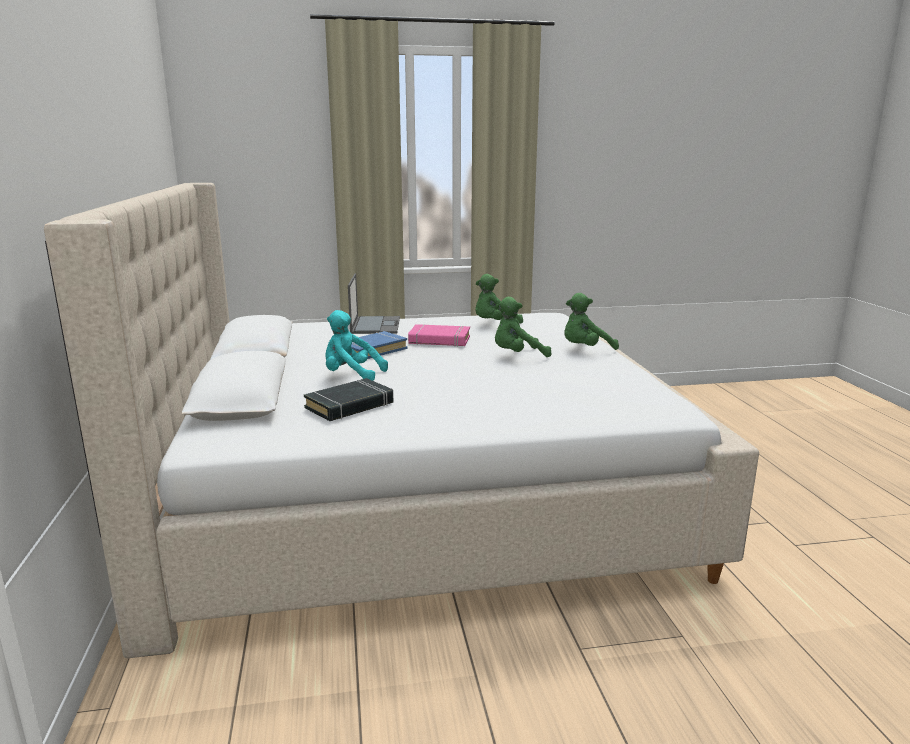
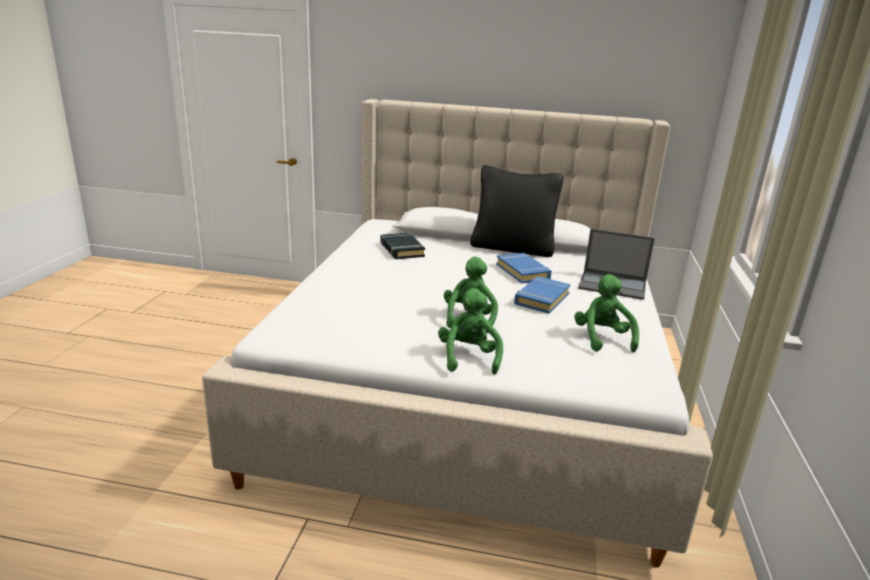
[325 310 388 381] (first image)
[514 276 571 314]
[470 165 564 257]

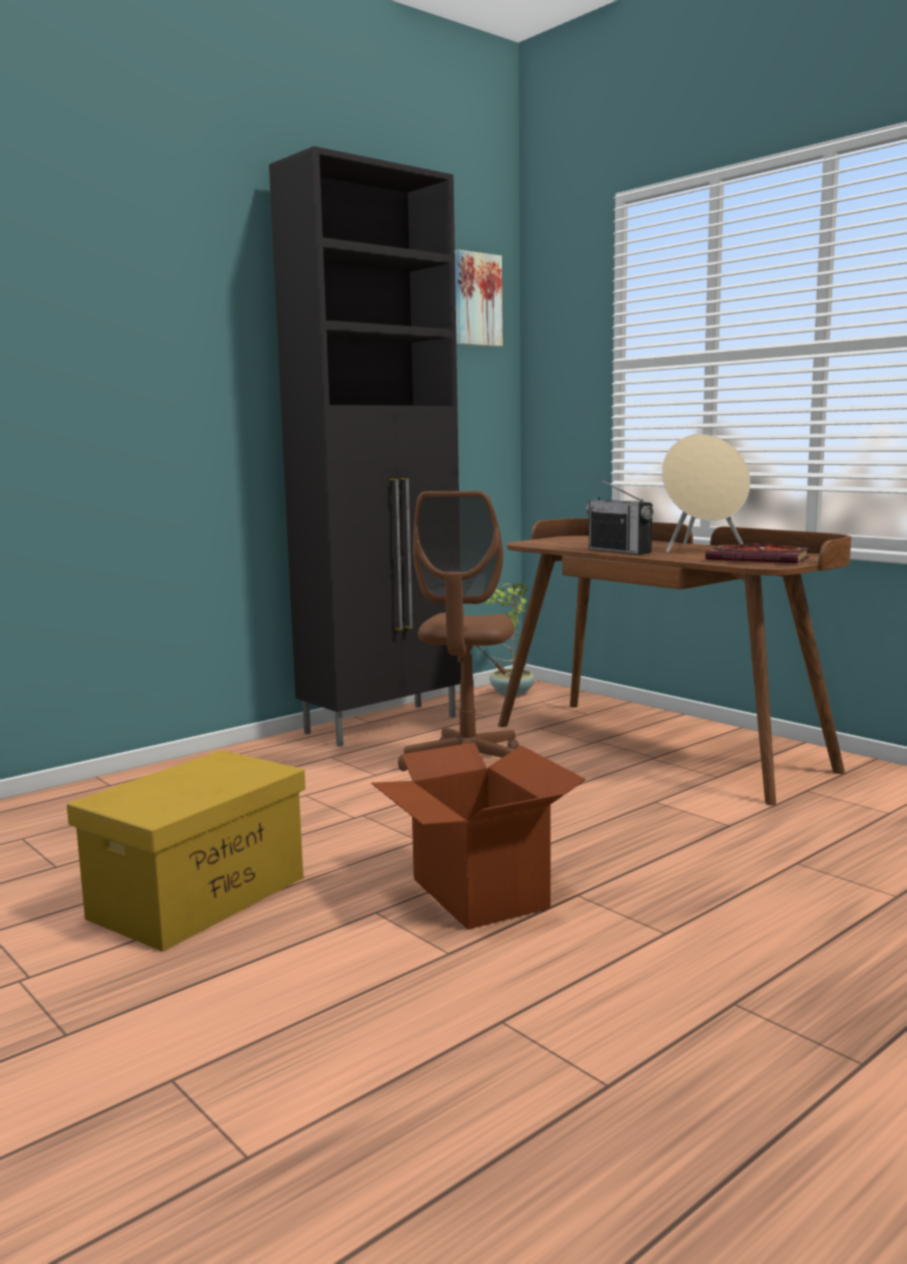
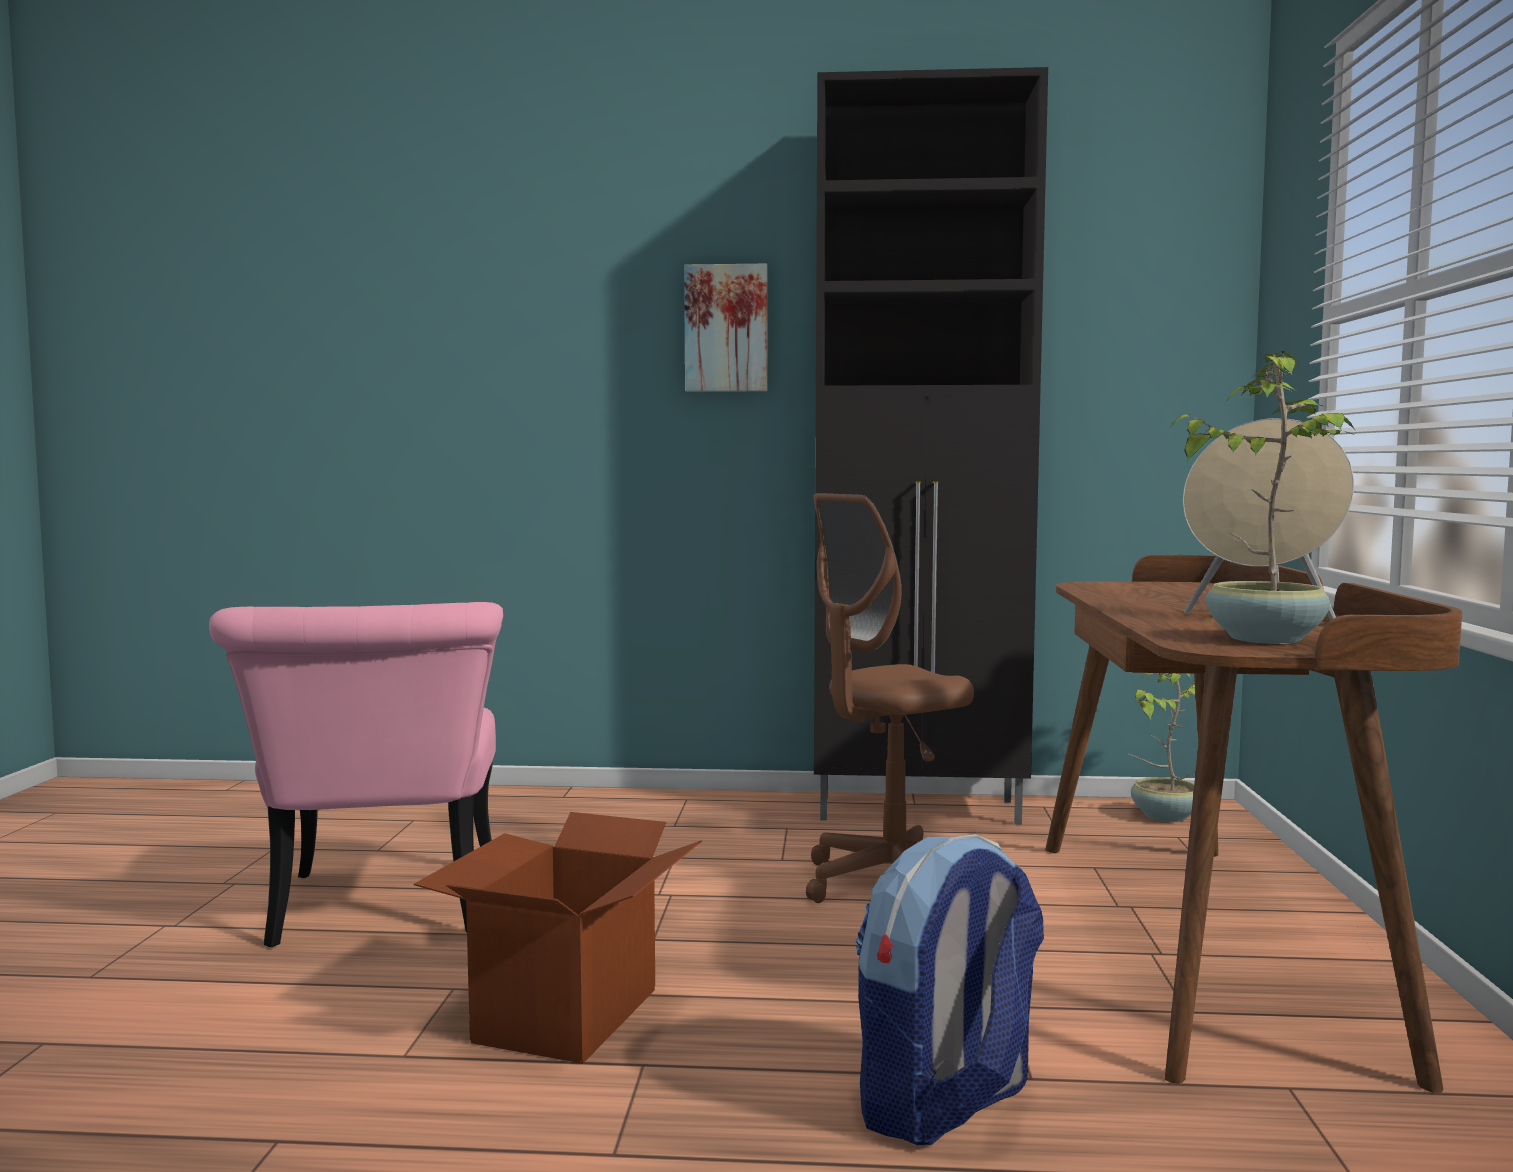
[684 264 768 392]
[586 479 653 555] (first image)
[1171 351 1355 644]
[209 602 503 947]
[856 834 1044 1145]

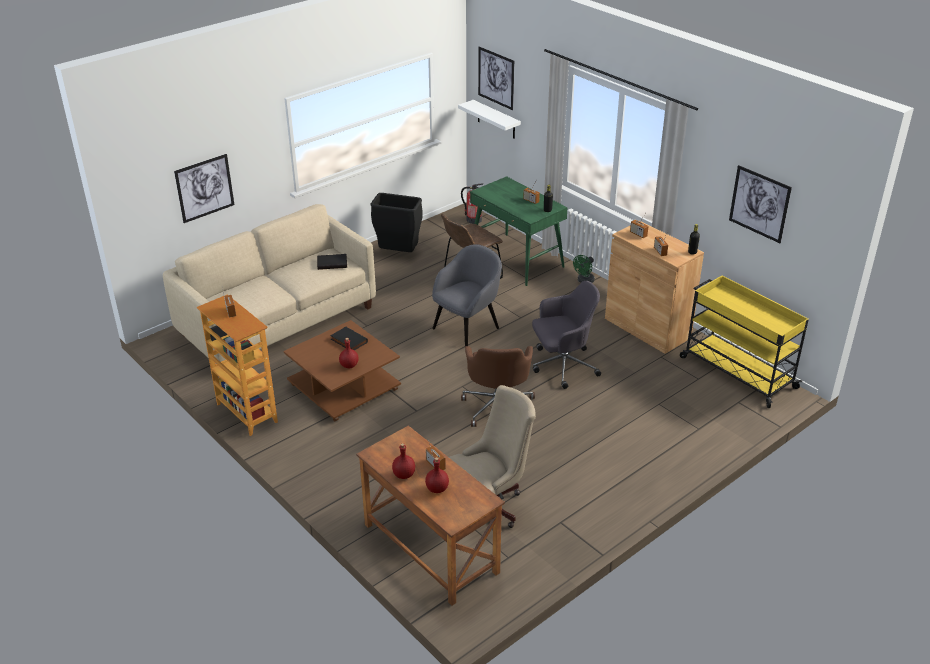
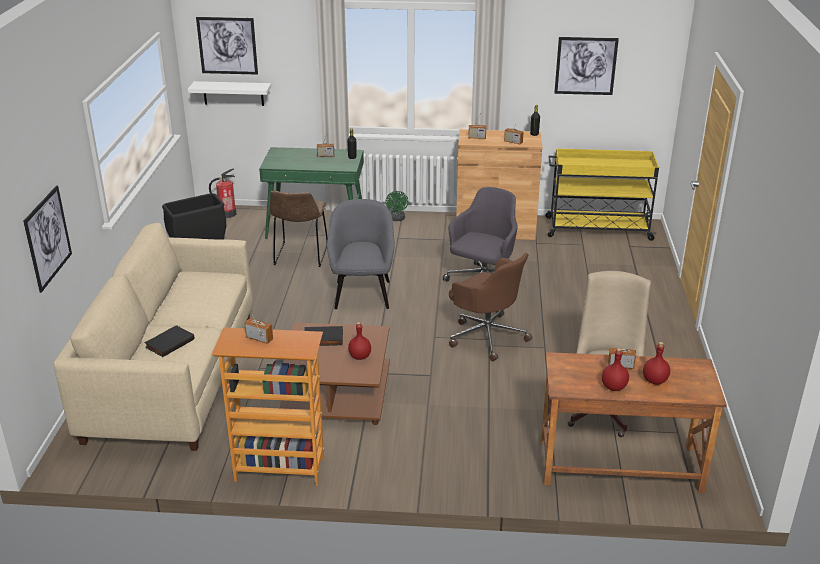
[144 325 194 357]

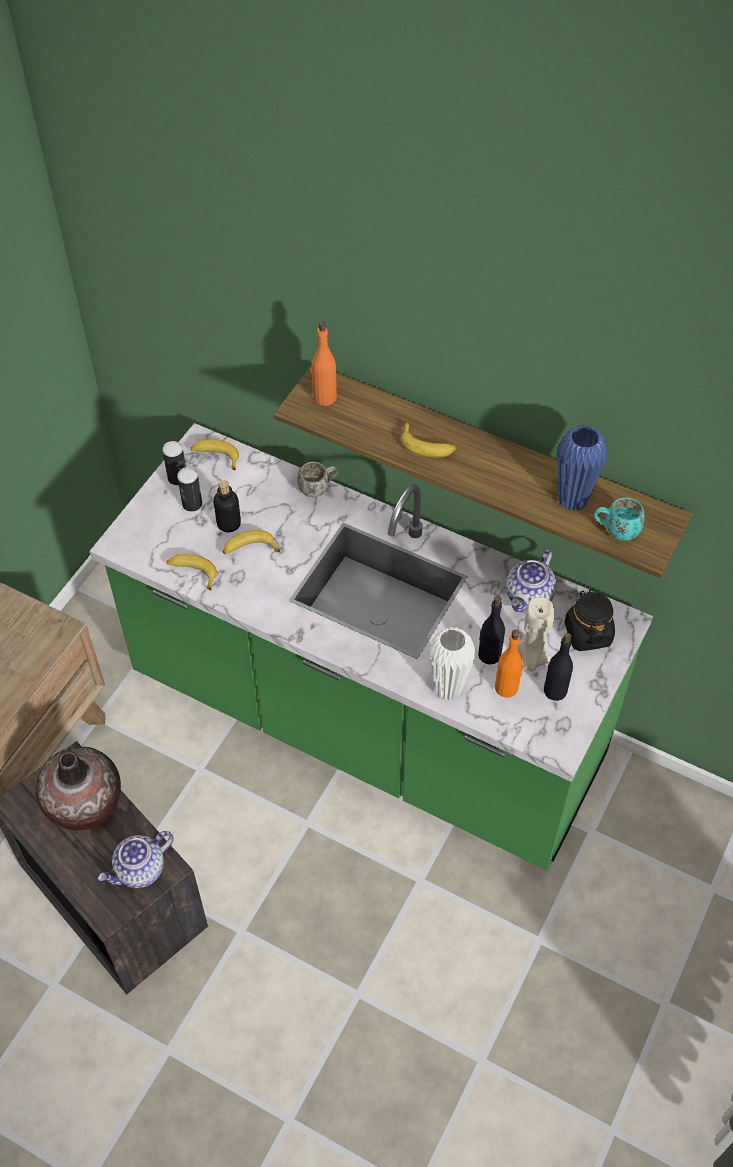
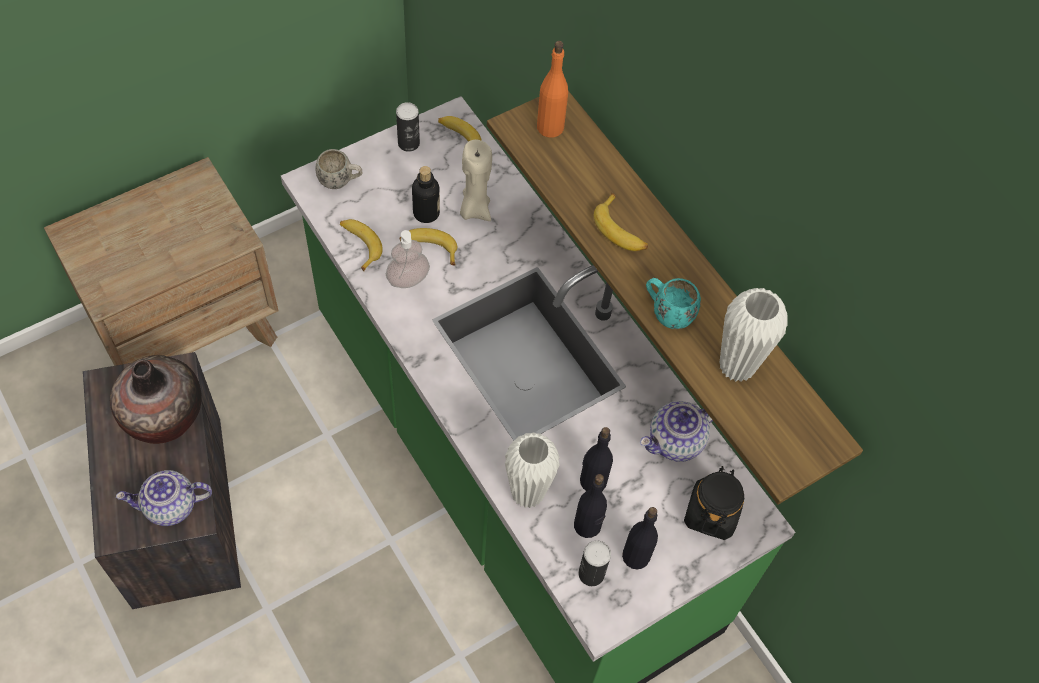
[719 288 788 382]
[315 149 363 189]
[578 541 611 586]
[646 278 701 329]
[460 140 492 221]
[574 474 607 538]
[386 230 430 288]

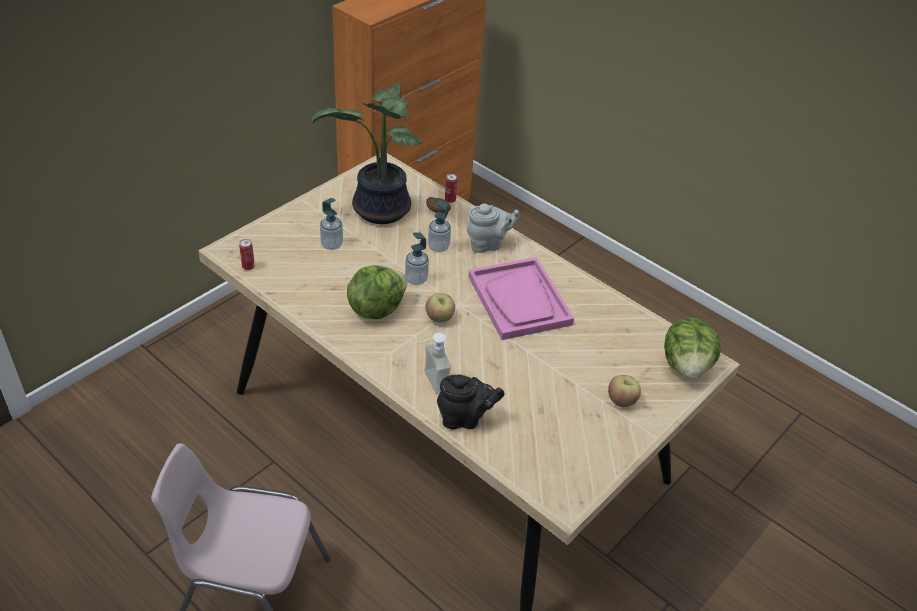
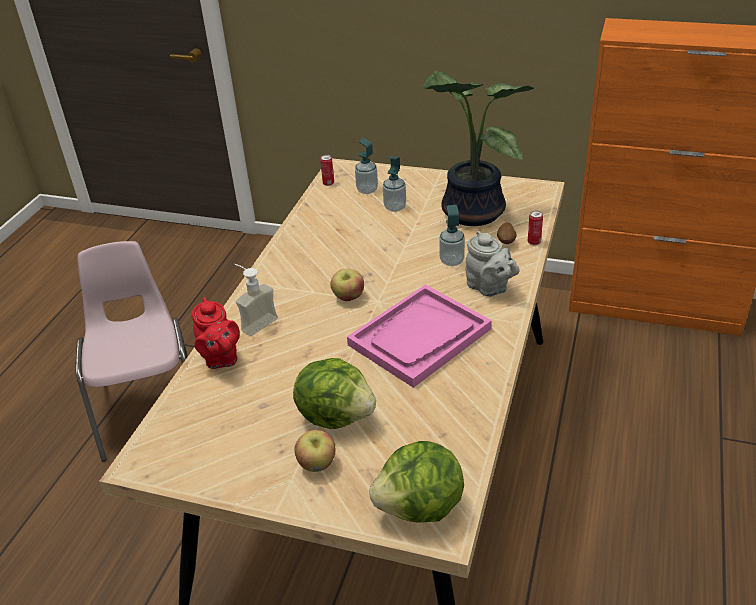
[355 138 378 194]
[293 358 376 429]
[192 297 240 369]

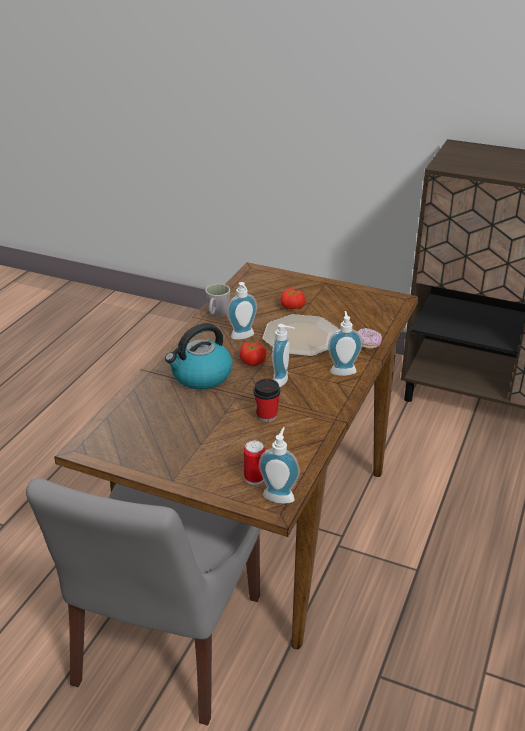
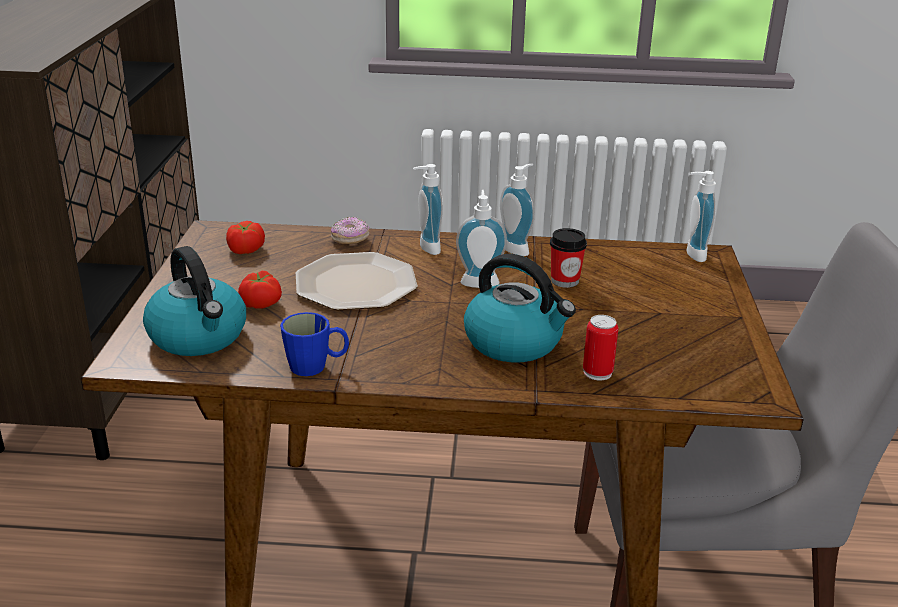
[500 164 535 256]
[280 312 349 376]
[226 221 265 254]
[583 315 618 381]
[143 246 246 356]

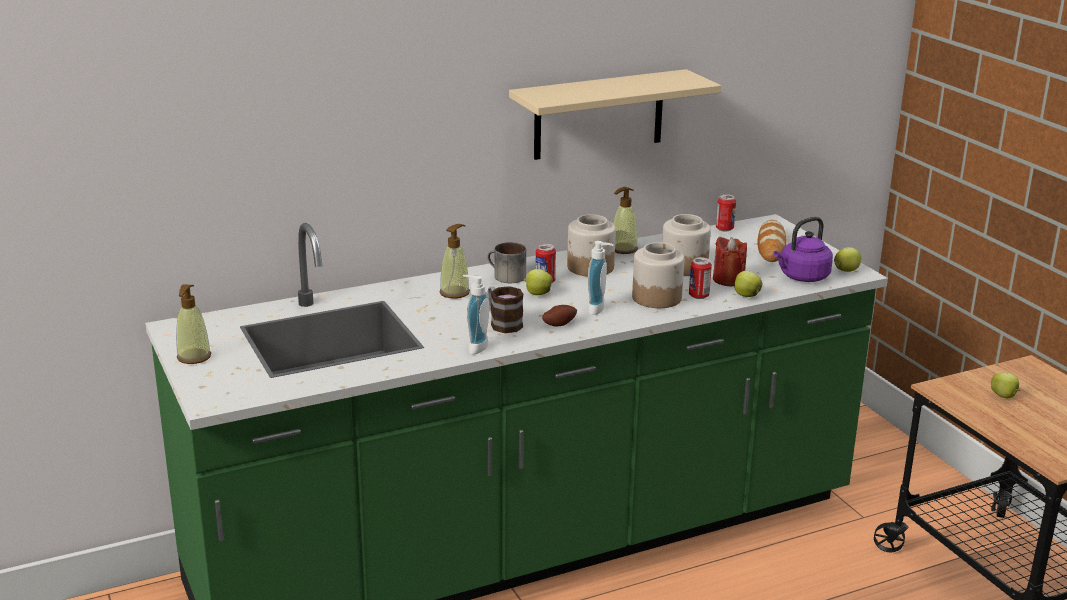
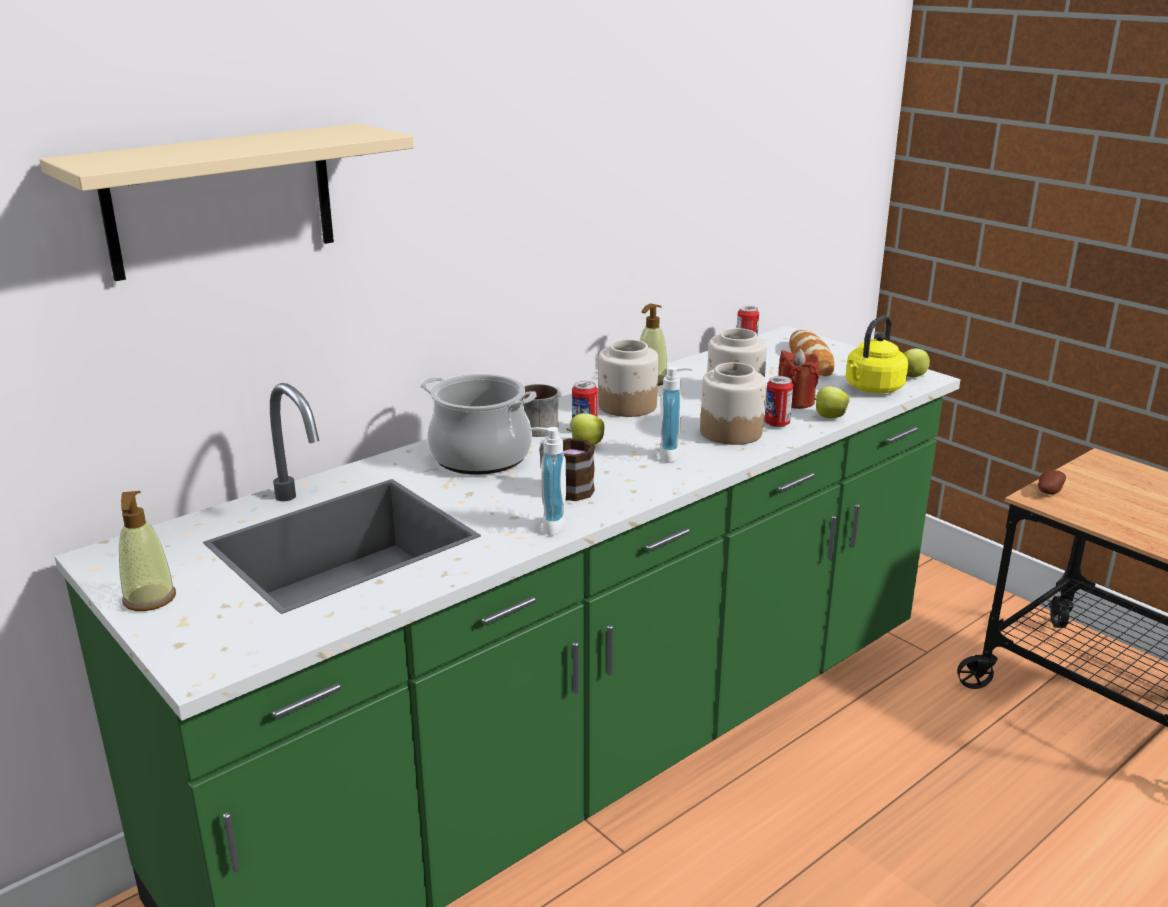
[40 123 414 281]
[846 315 908 393]
[420 374 536 475]
[1038 470 1066 495]
[991 373 1020 398] (first image)

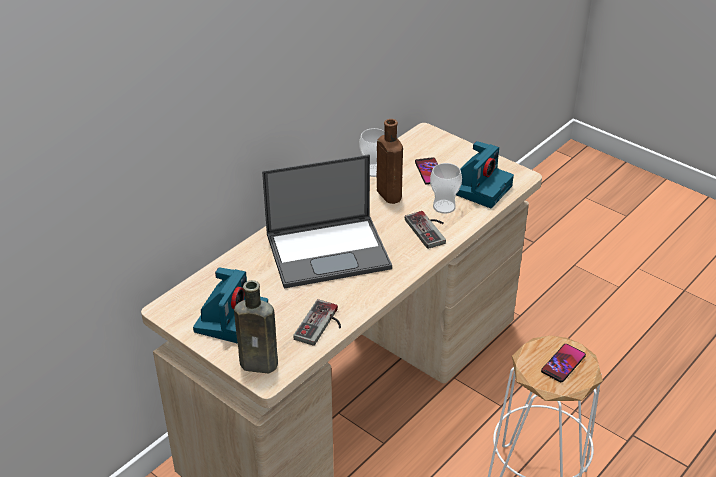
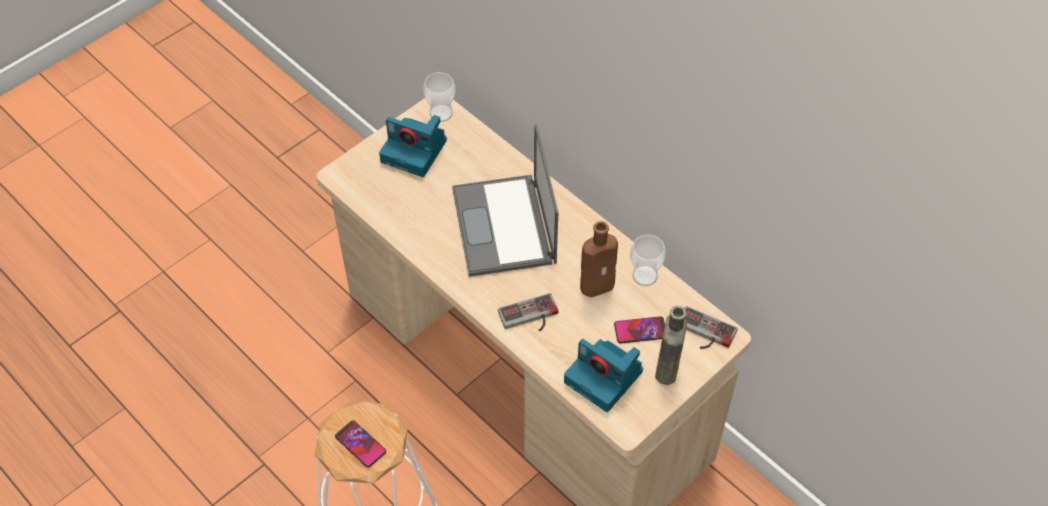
[423 72 456 122]
[655 306 687 385]
[684 306 738 349]

